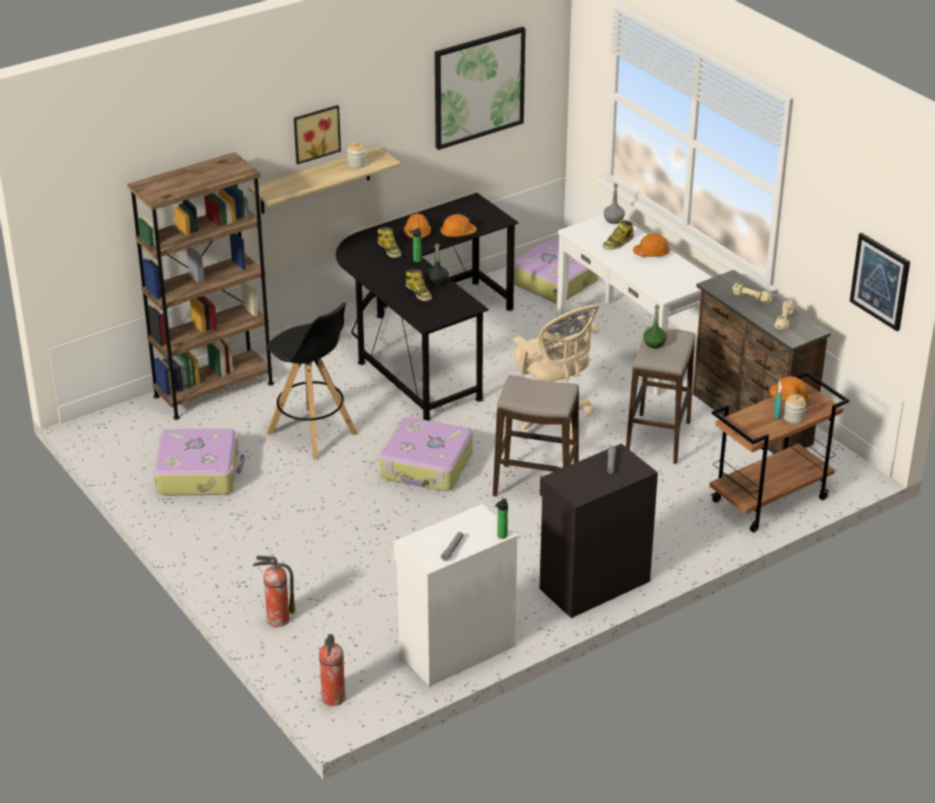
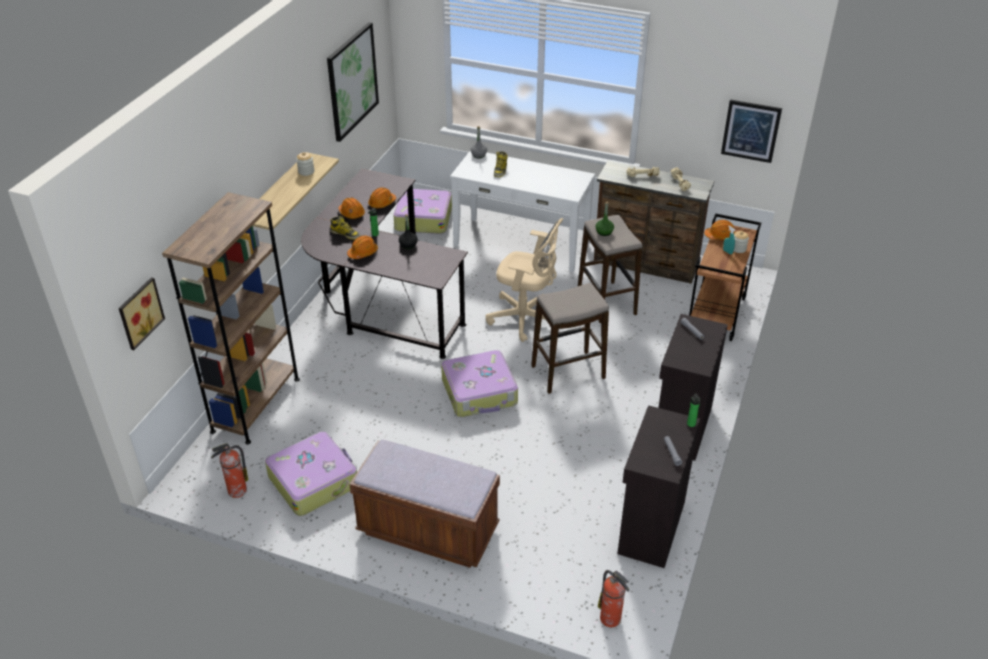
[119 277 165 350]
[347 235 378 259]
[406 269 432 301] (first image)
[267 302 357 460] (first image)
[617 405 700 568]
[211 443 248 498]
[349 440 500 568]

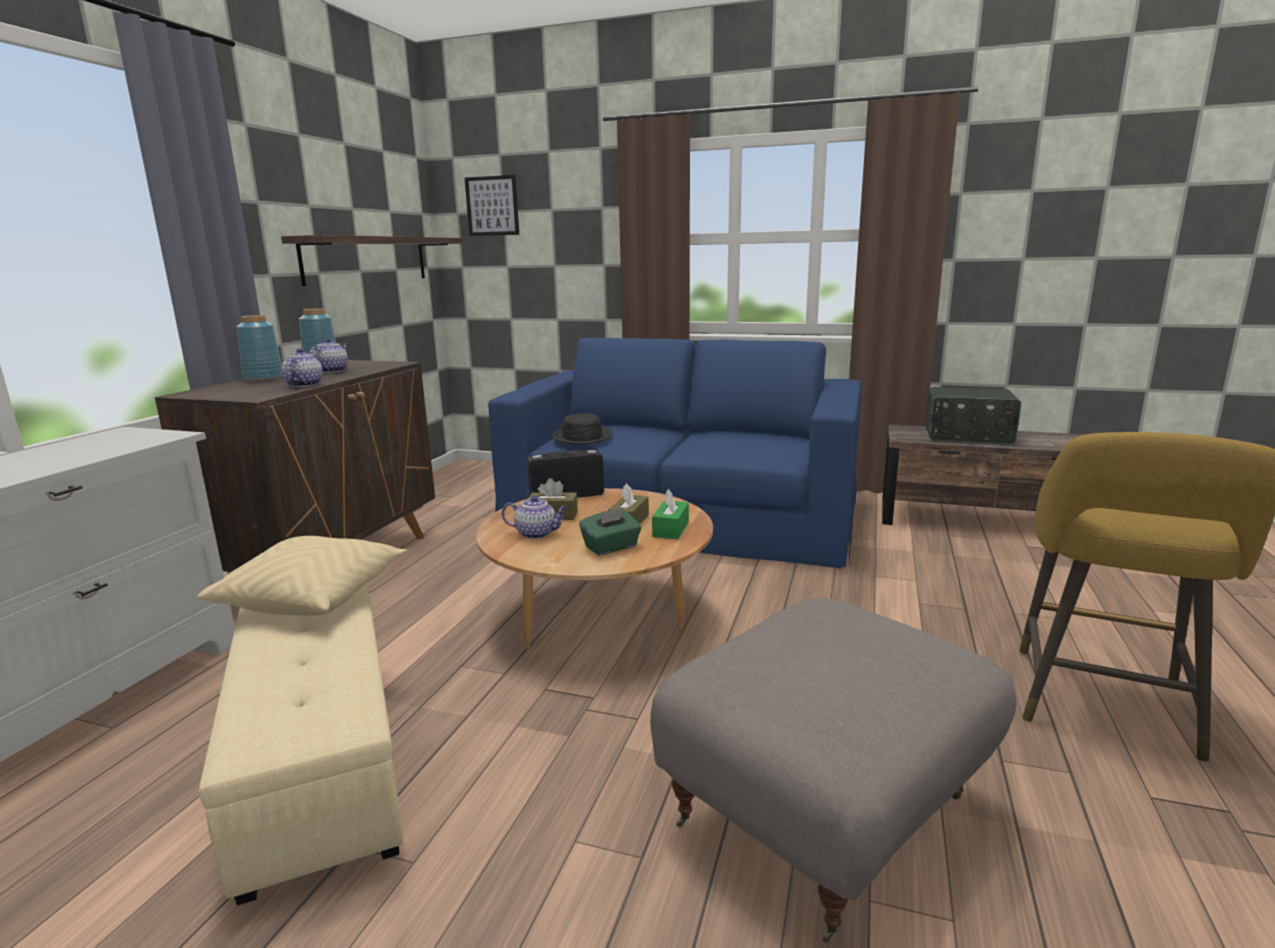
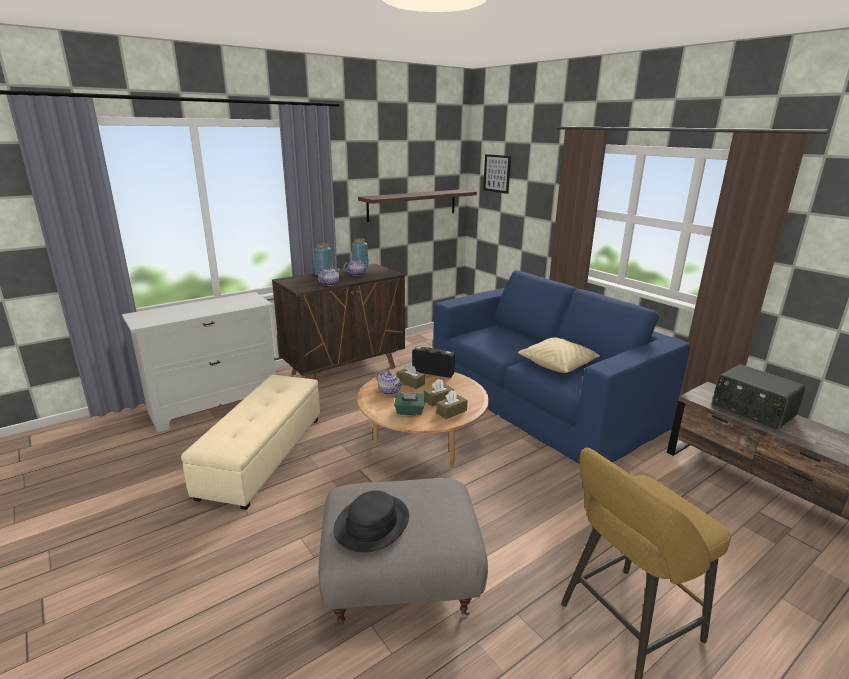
[333 491 409 552]
[436 390 468 419]
[518 338 600 373]

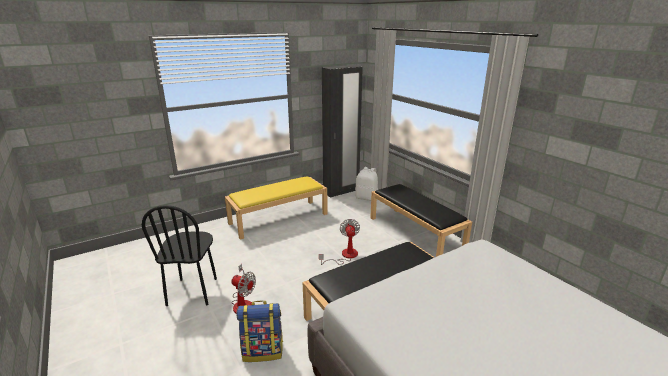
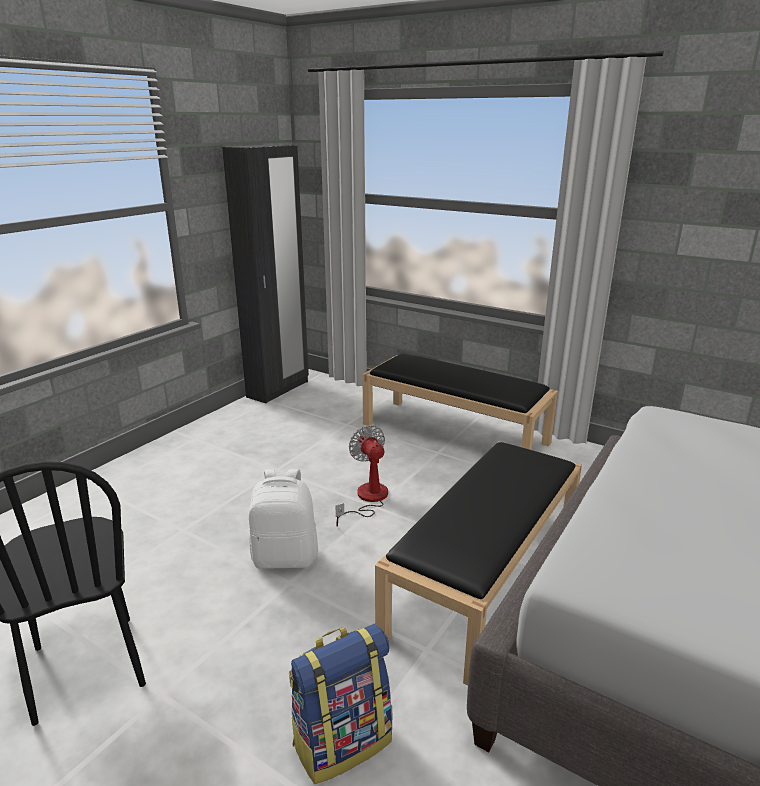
[249 469 318 569]
[225 176 328 240] (first image)
[231 264 256 314] (first image)

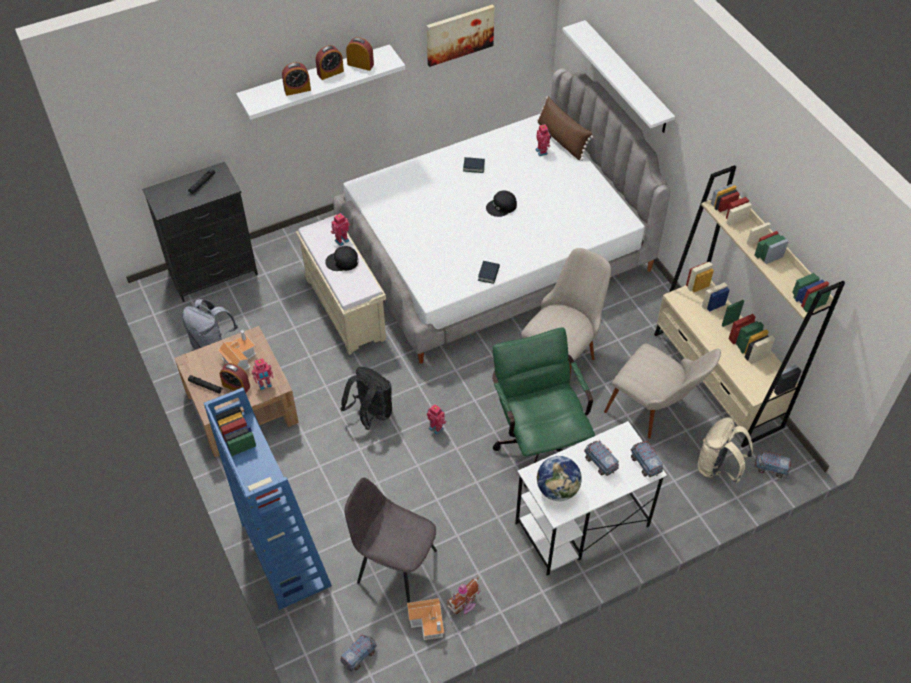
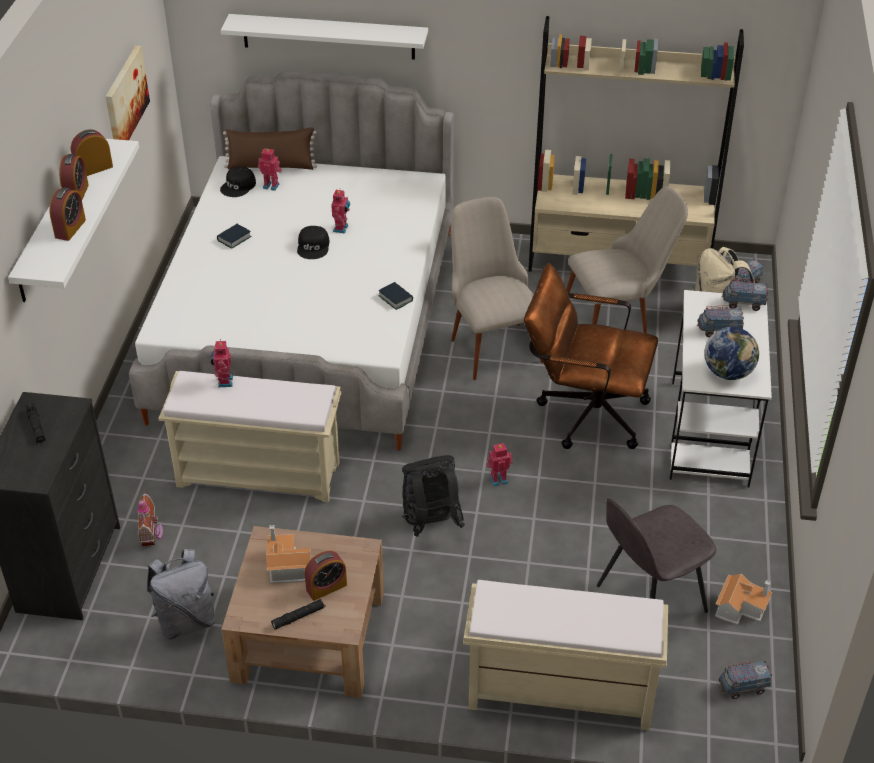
[220 166 256 197]
[524 263 658 449]
[331 188 350 234]
[463 580 668 730]
[137 491 163 547]
[719 661 772 699]

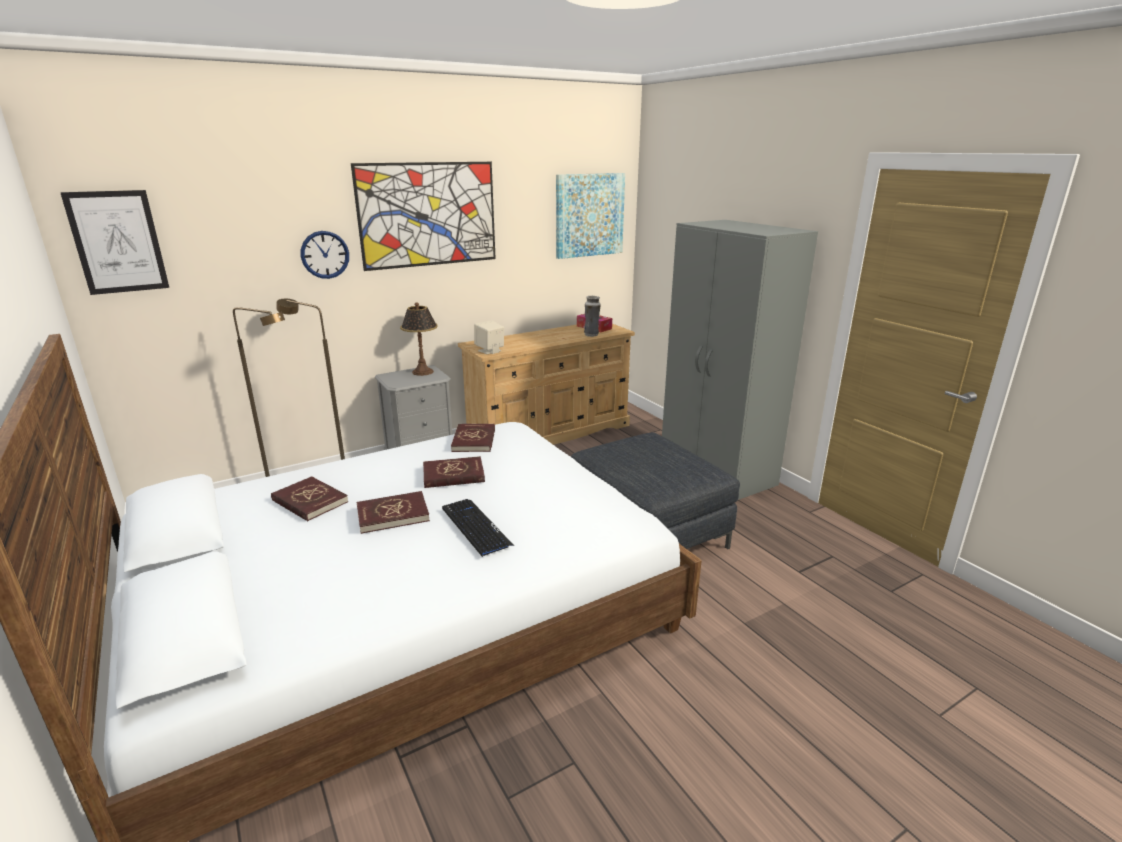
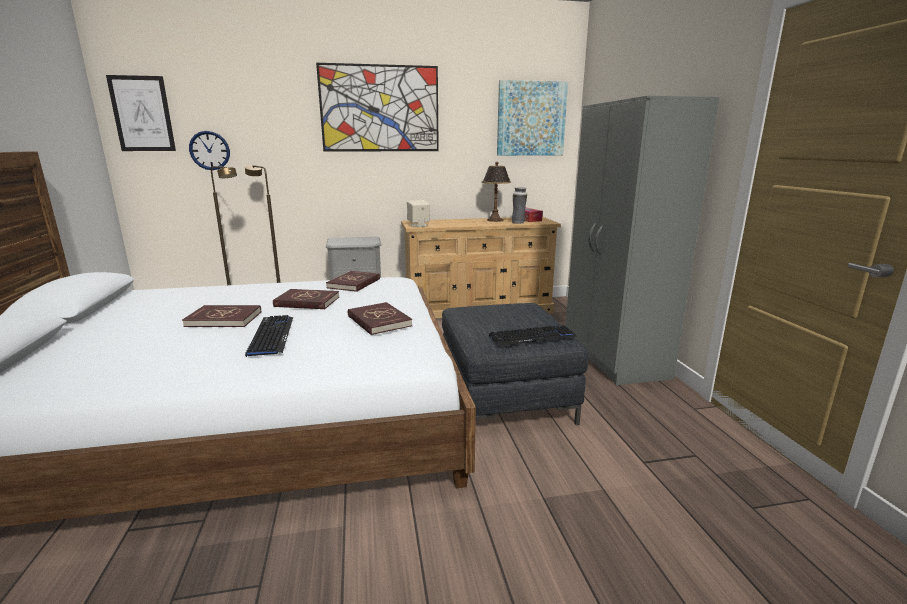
[189 131 230 170]
[482 162 511 222]
[348 302 412 335]
[489 325 577 346]

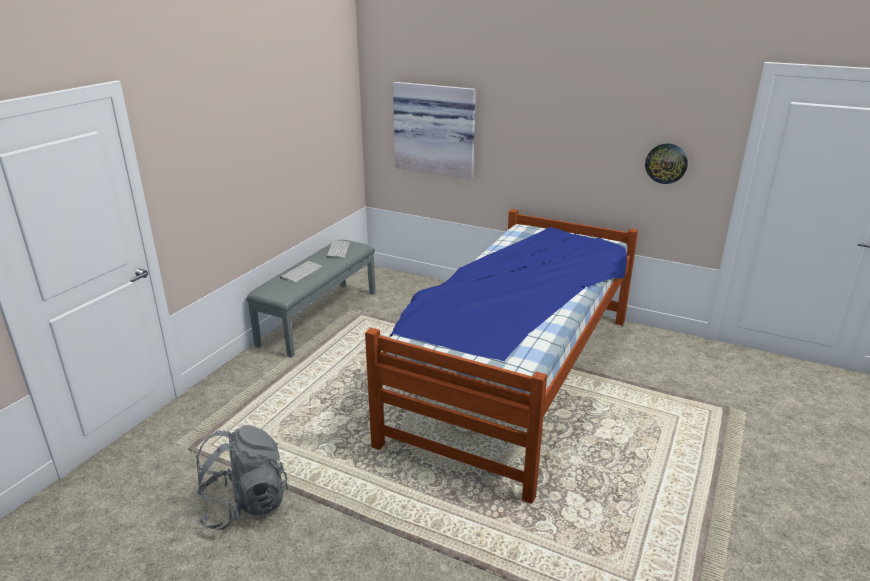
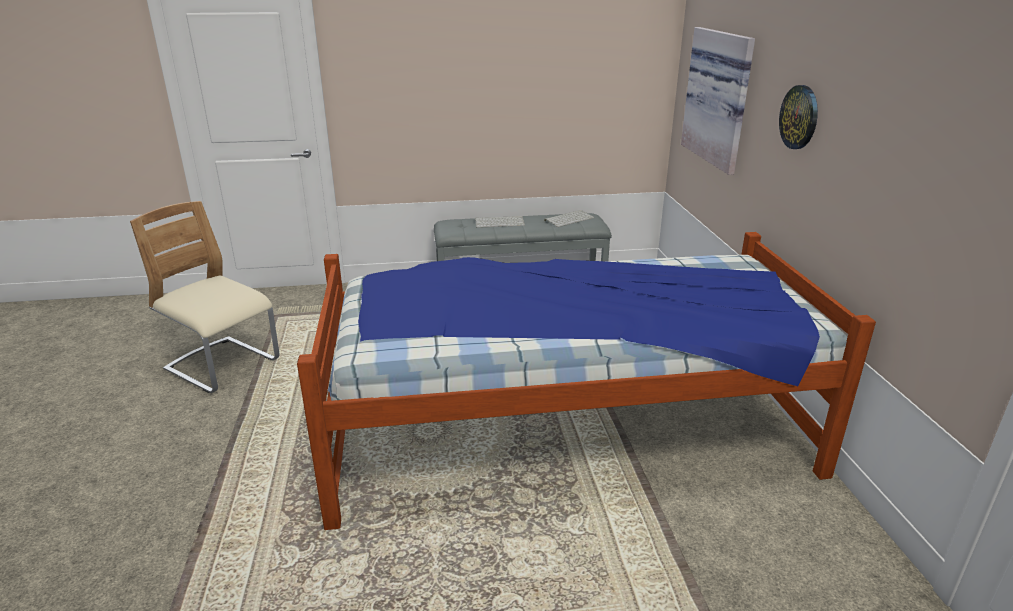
[779 85 818 149]
[130 201 279 393]

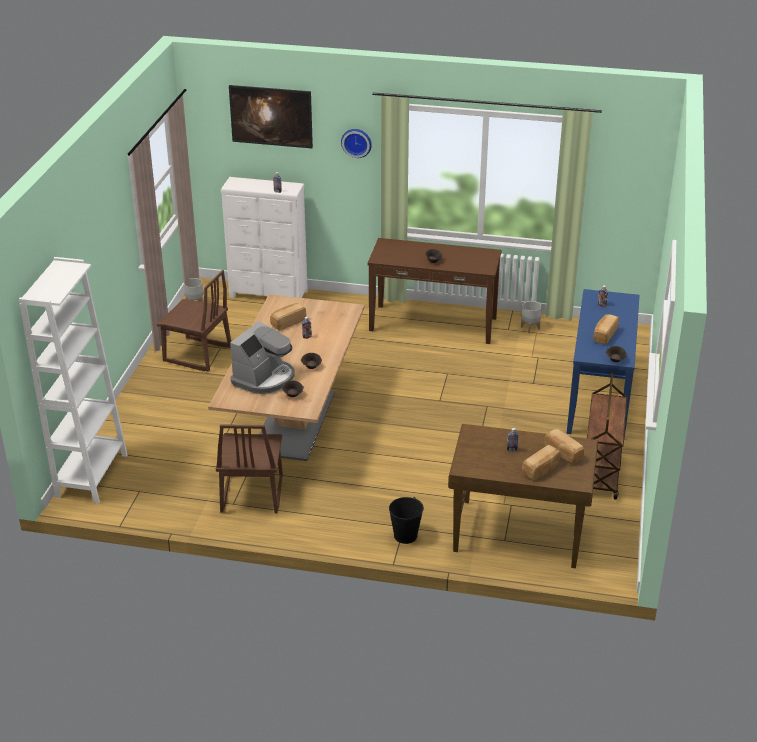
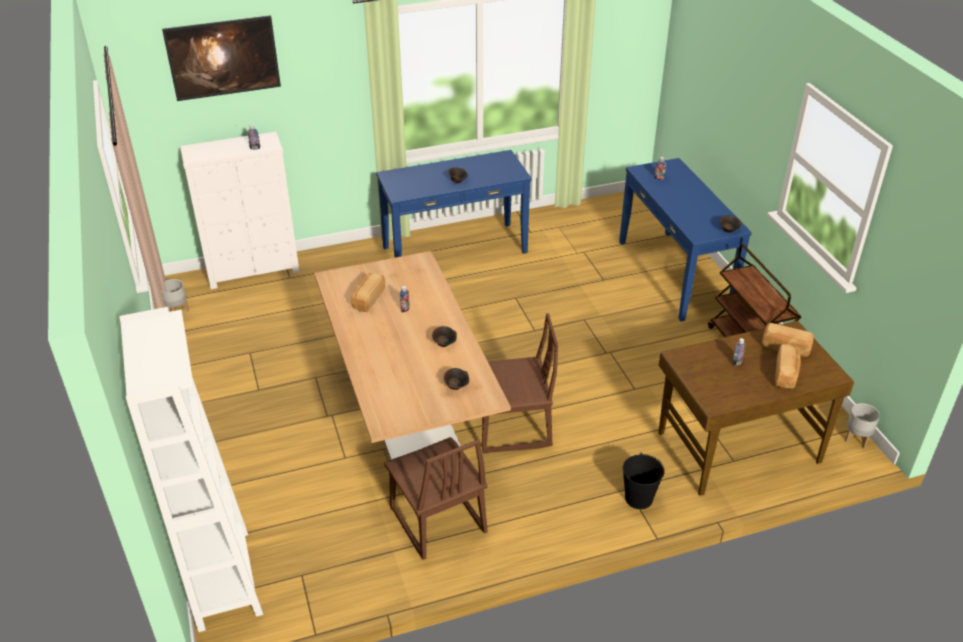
[341 129 372 158] (first image)
[376 150 531 258]
[482 313 558 454]
[845 403 880 448]
[593 314 619 345] (first image)
[230 321 295 394] (first image)

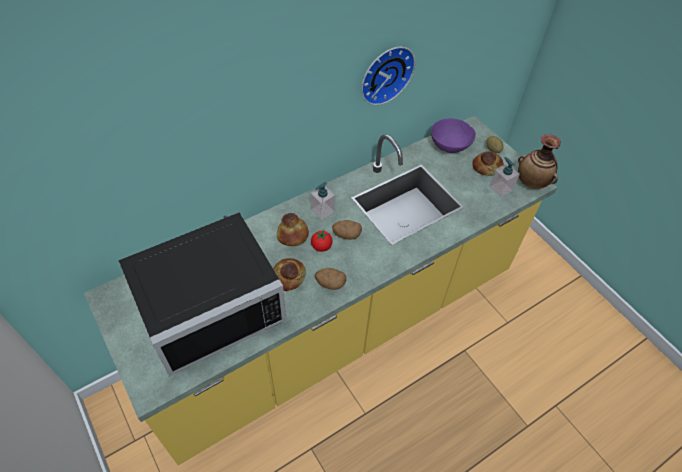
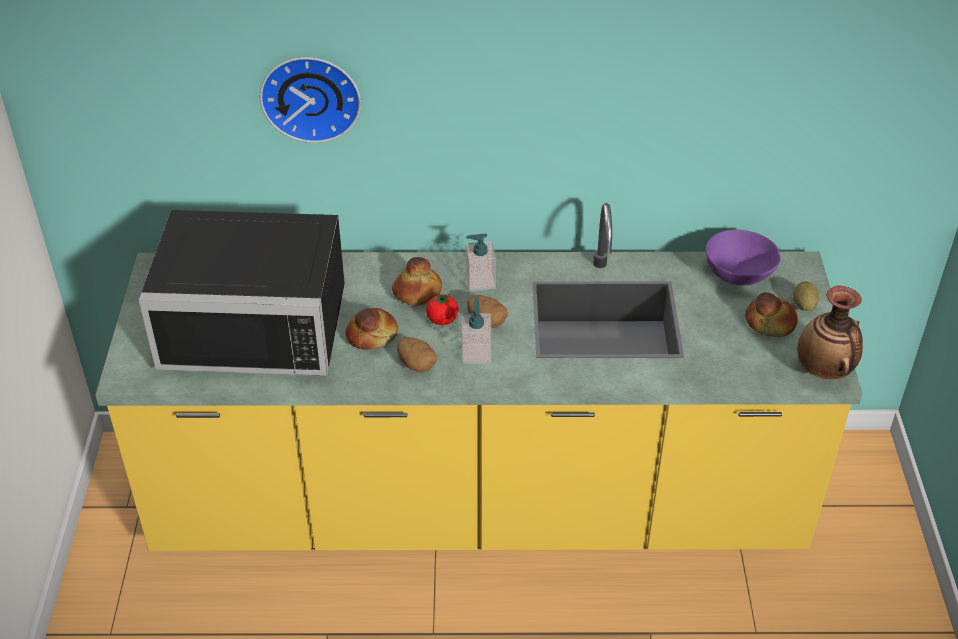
[260 57 361 143]
[462 298 491 364]

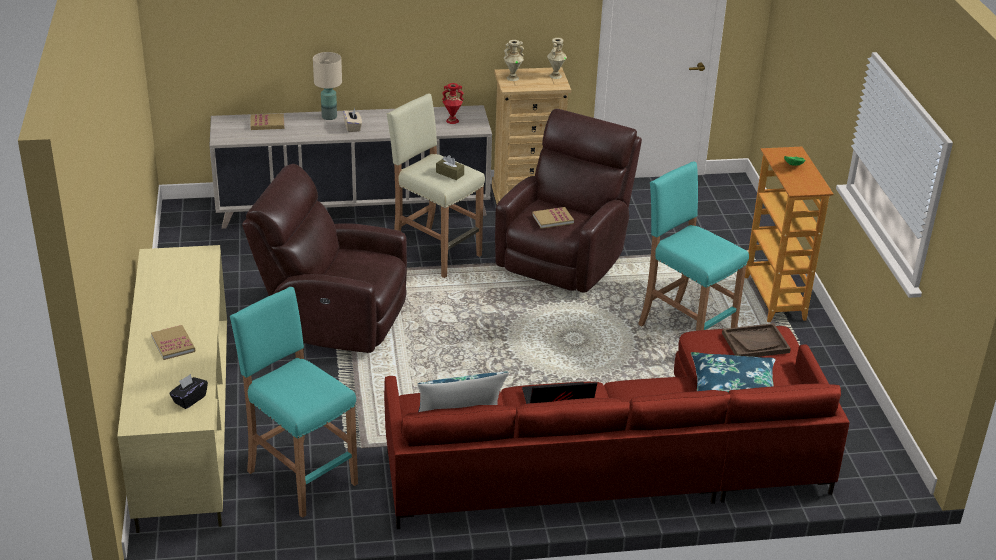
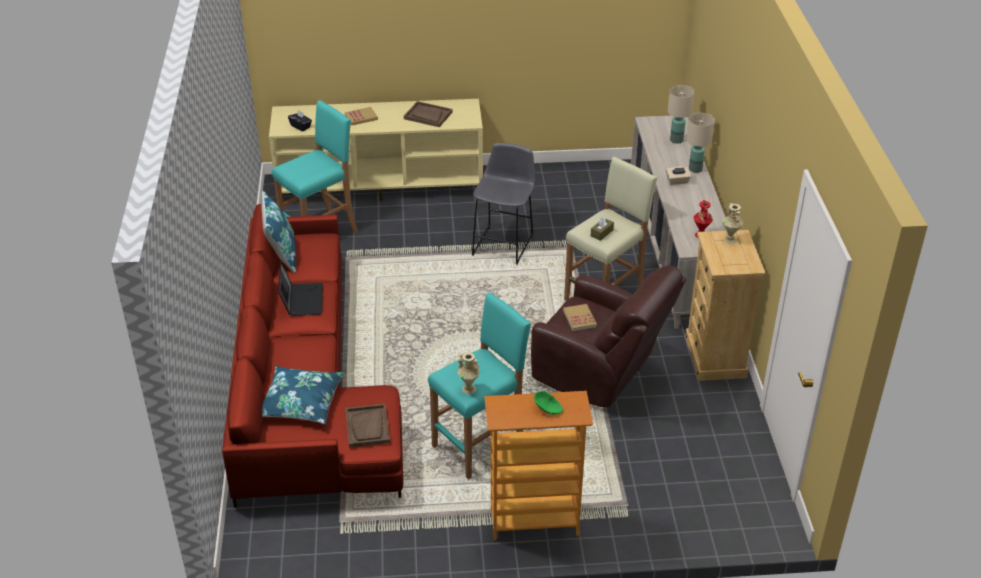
[457 352 480 394]
[668 85 694 144]
[472 143 535 265]
[404 101 452 127]

